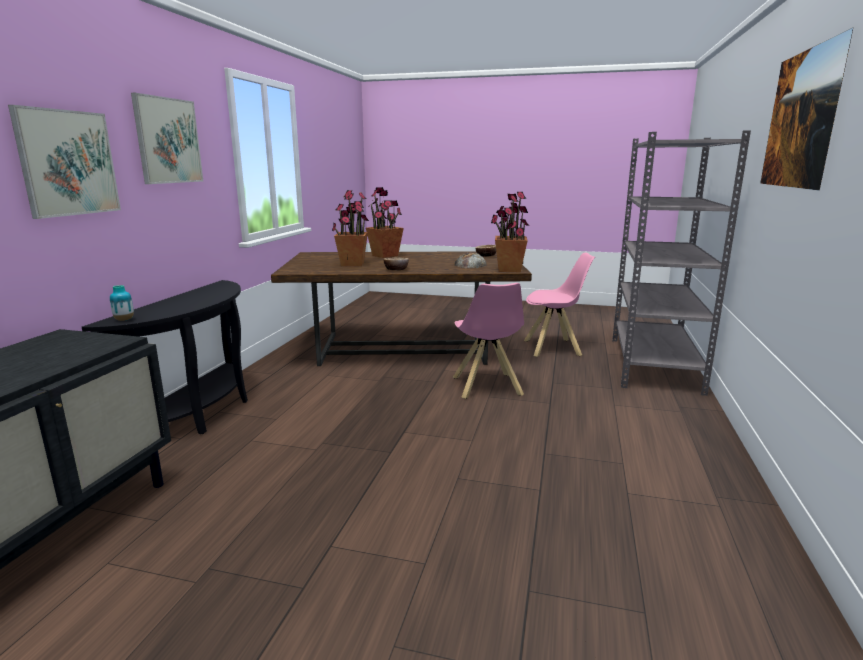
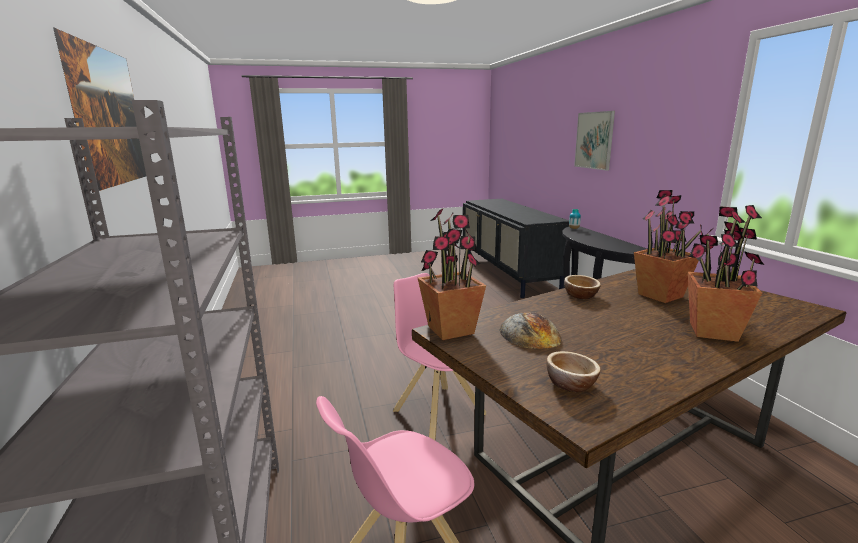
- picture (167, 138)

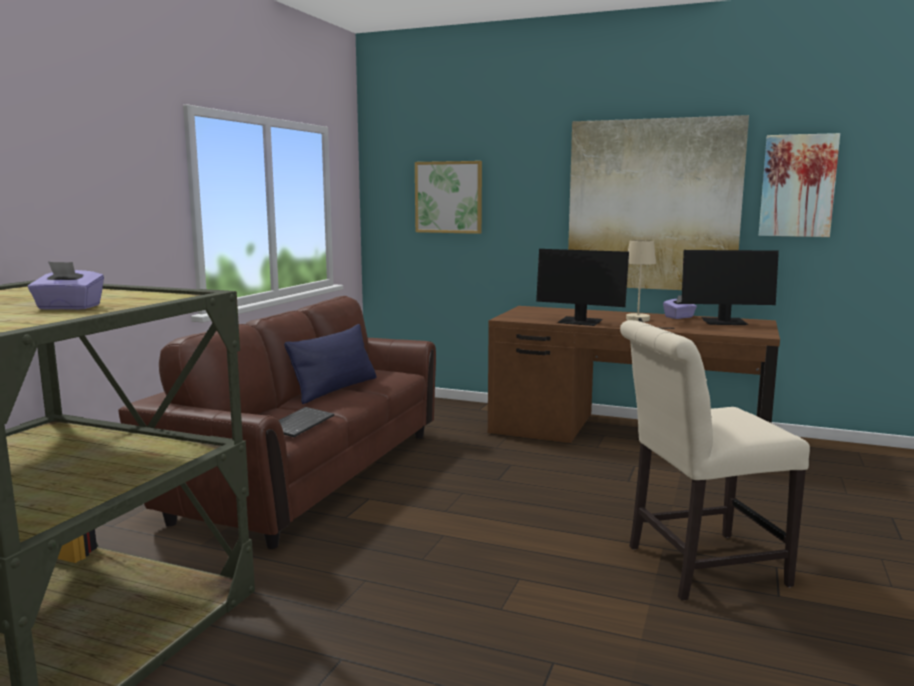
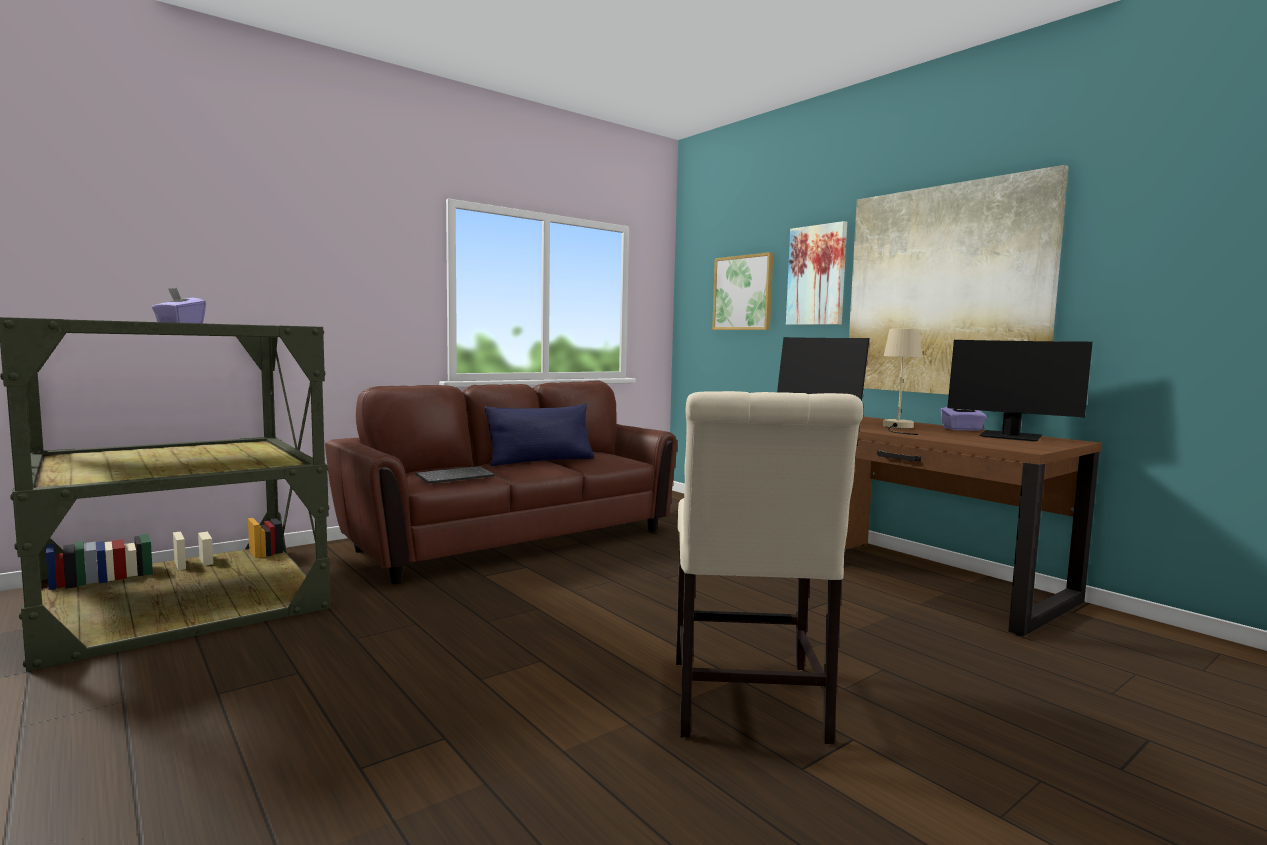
~ chair (beige) (715, 460) = (769, 567) 105 degrees counterclockwise
~ picture (799, 185) to (816, 273)

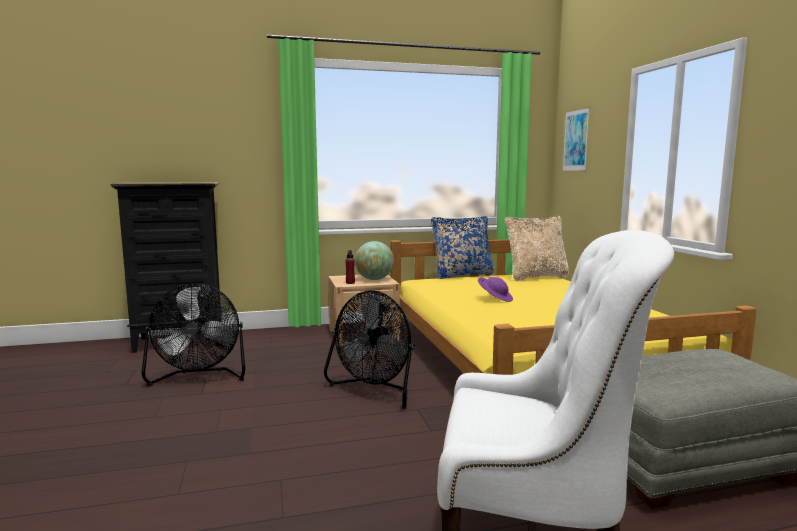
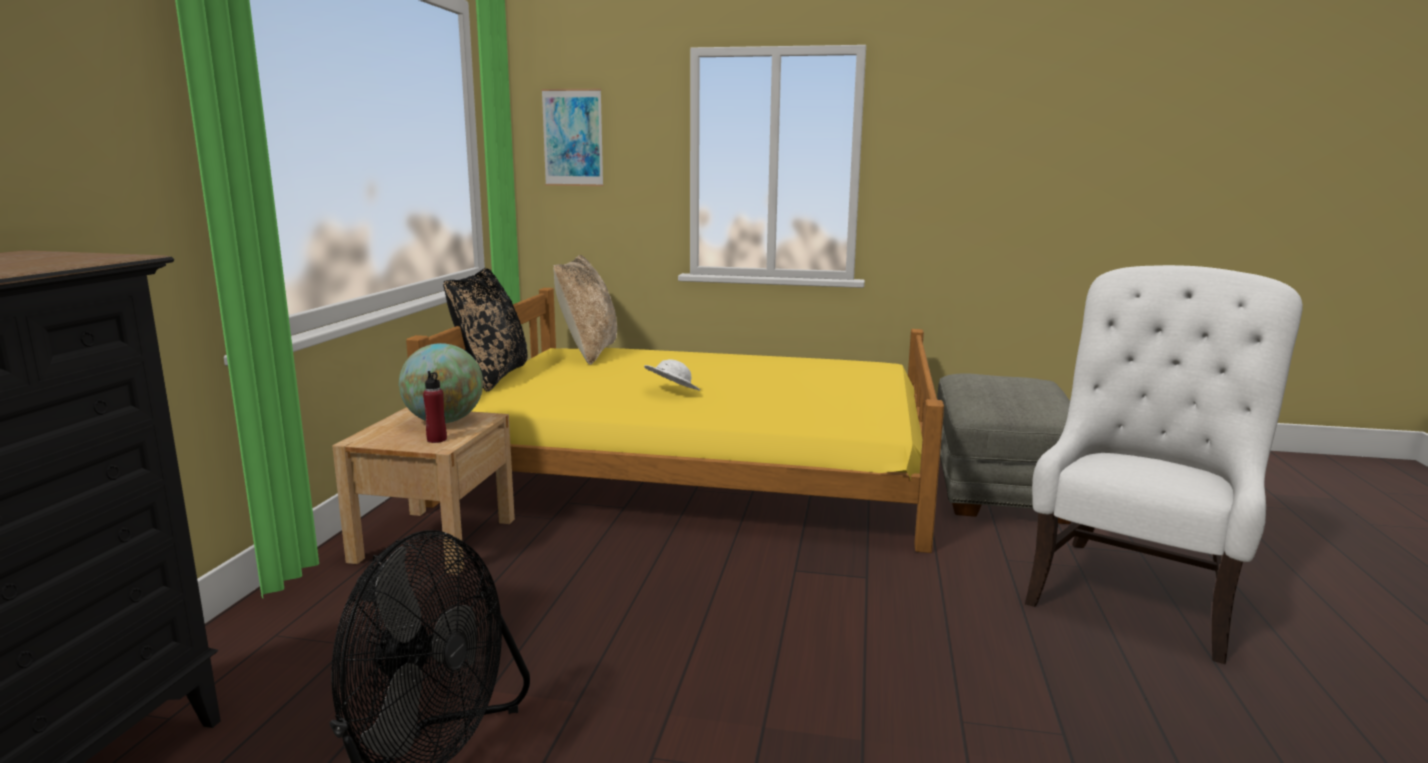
~ pillow (blue) (462, 247) to pillow (black) (485, 330)
~ hat (purple) (495, 289) to hat (white) (672, 375)
- fan (black) (369, 350)

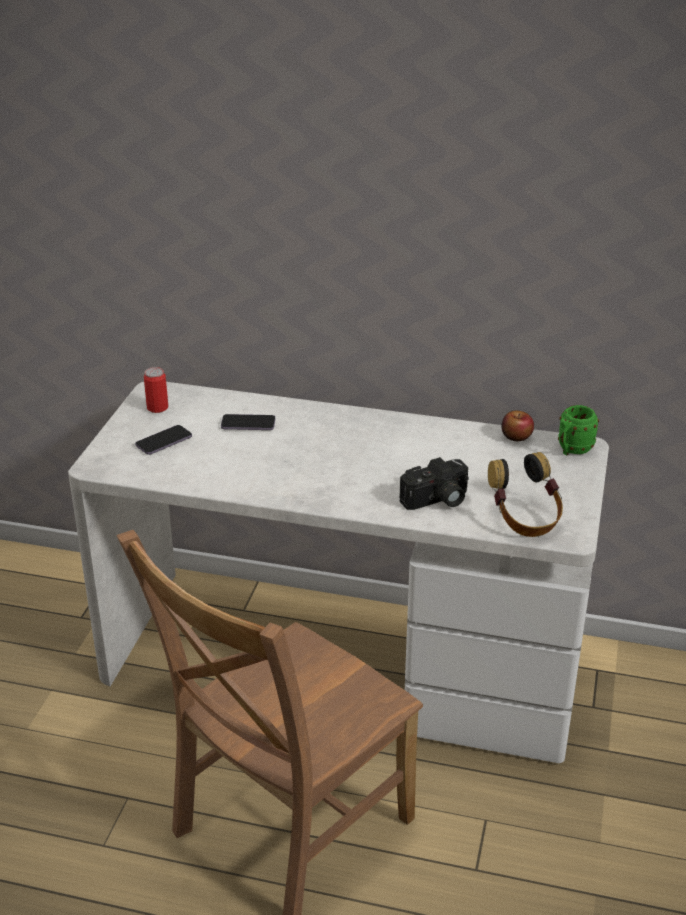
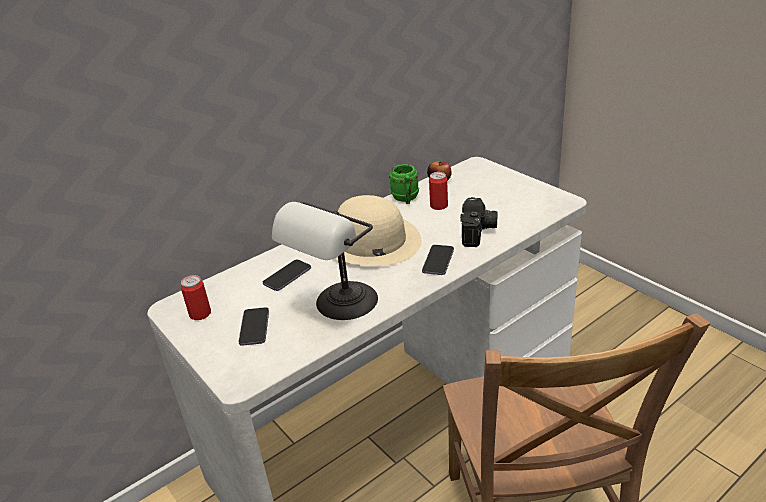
+ table lamp (325, 261)
+ hat (beige) (378, 230)
~ mug (green) (578, 430) to (404, 184)
+ phone (438, 260)
+ can (438, 191)
- headphones (525, 494)

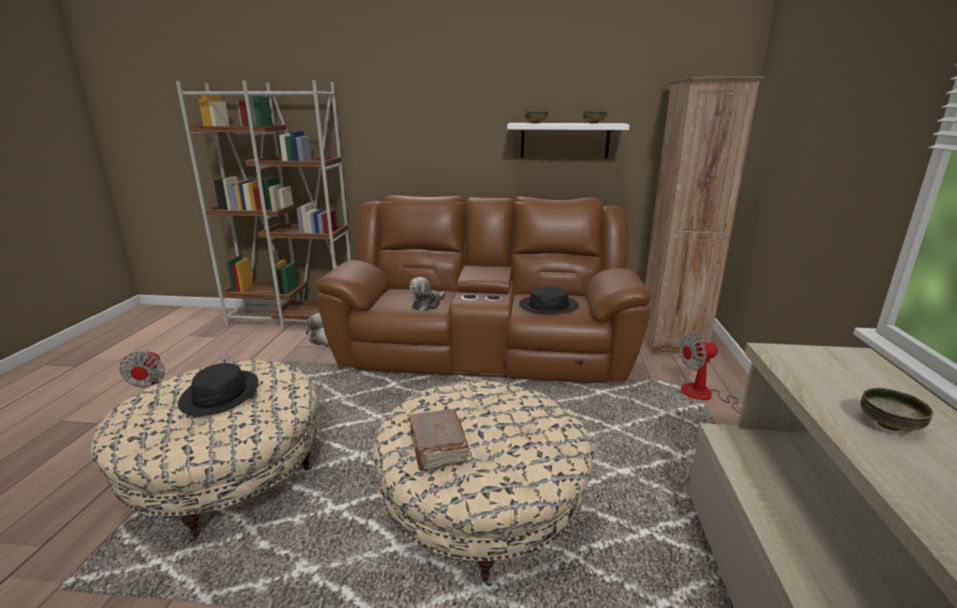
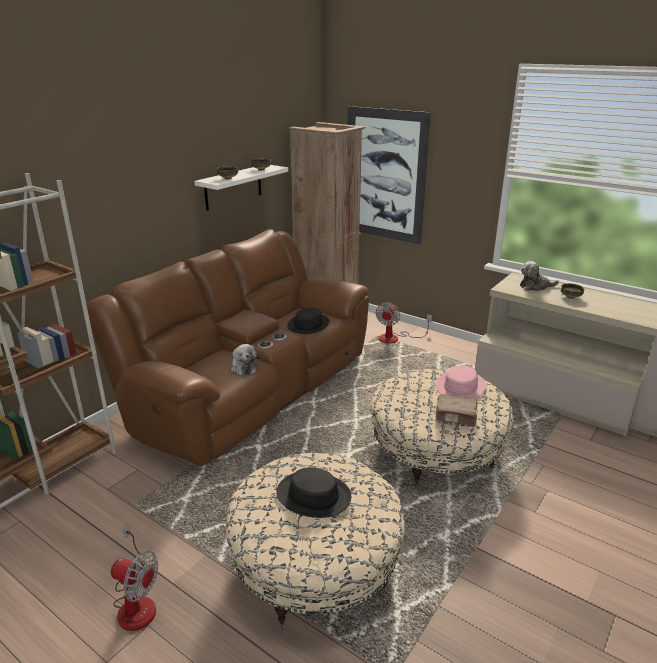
+ picture (389, 175)
+ hat (pink) (461, 382)
~ plush toy (318, 330) to (539, 276)

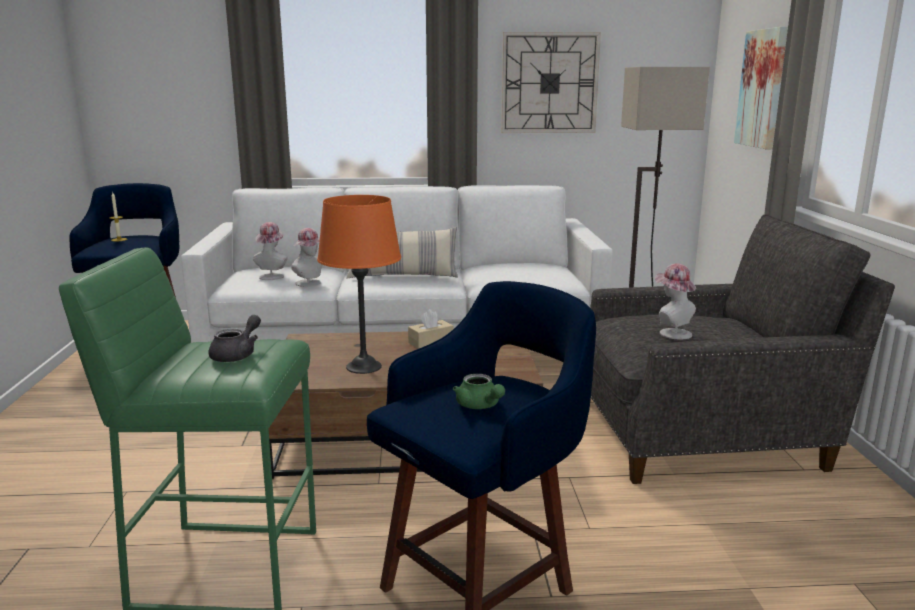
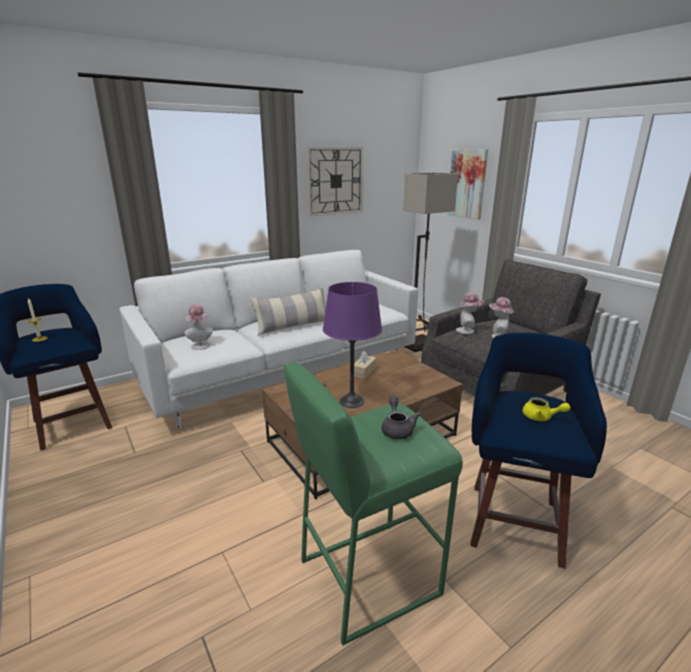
~ table lamp (orange) (359, 284) to table lamp (purple) (352, 345)
~ hat (306, 257) to (470, 313)
~ teapot (green) (479, 391) to teapot (yellow) (546, 409)

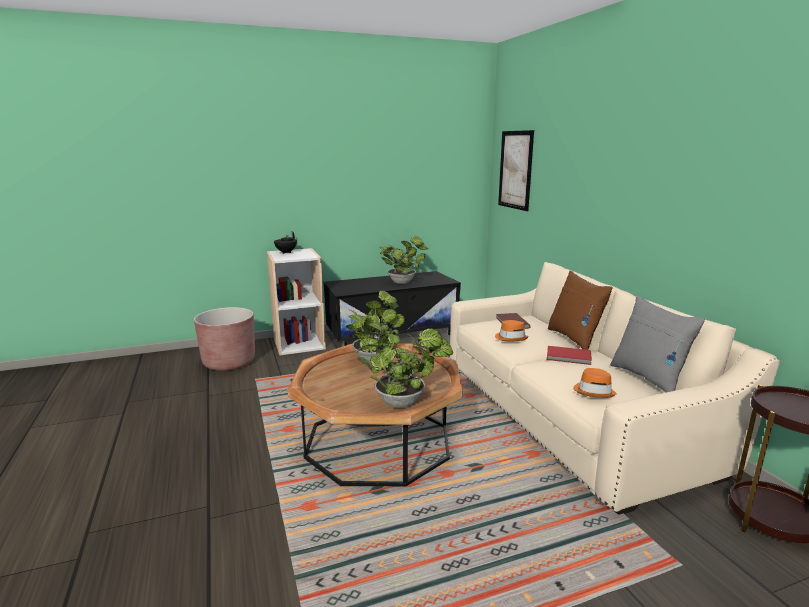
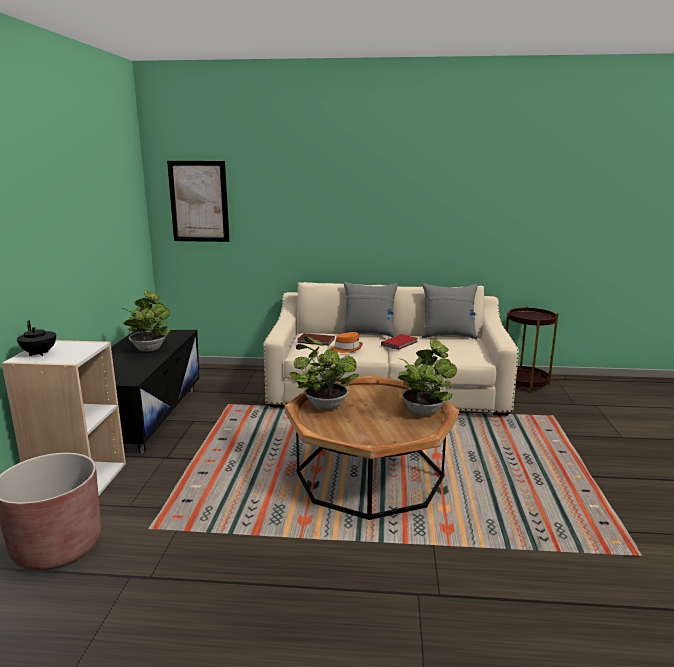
~ pillow (brown) (580, 310) to pillow (grey) (370, 310)
- hat (orange) (595, 383)

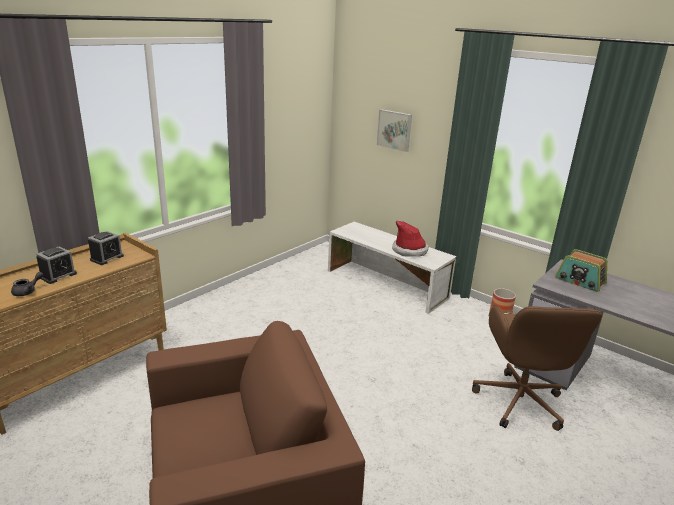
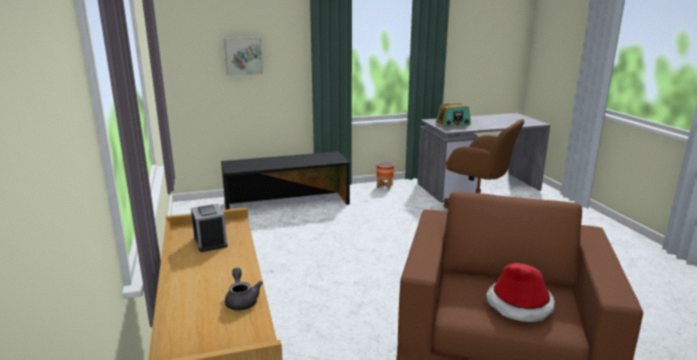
~ bench (white) (392, 268) to bench (black) (285, 180)
~ hat (410, 239) to (520, 292)
- alarm clock (56, 265)

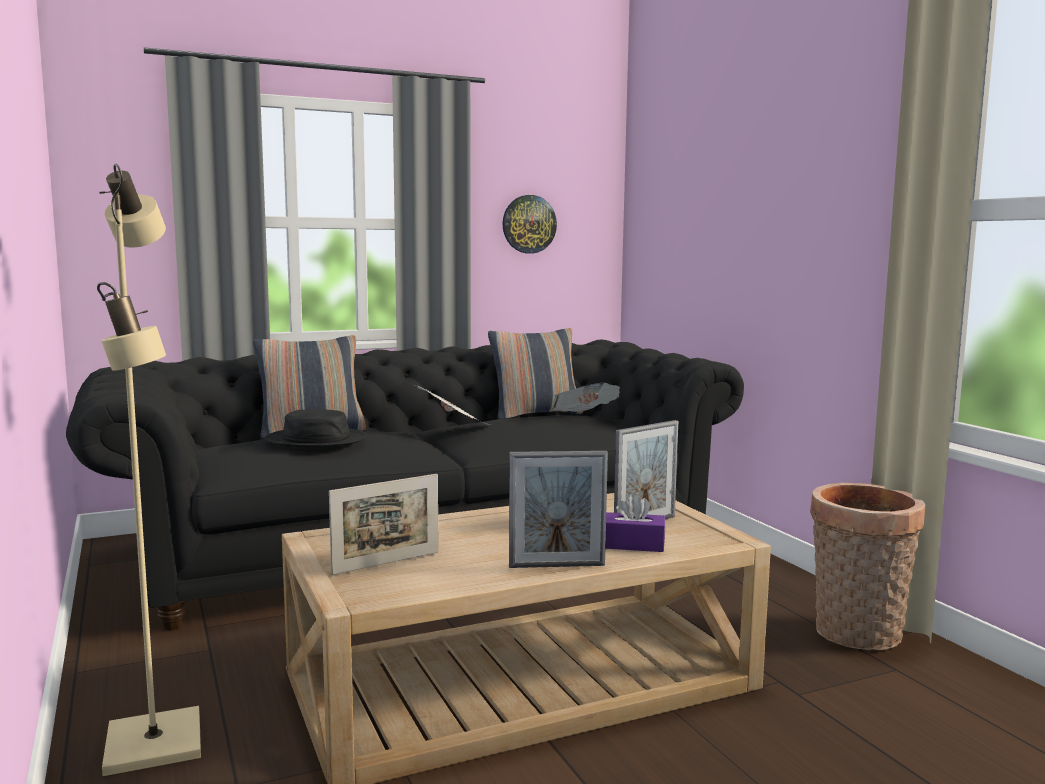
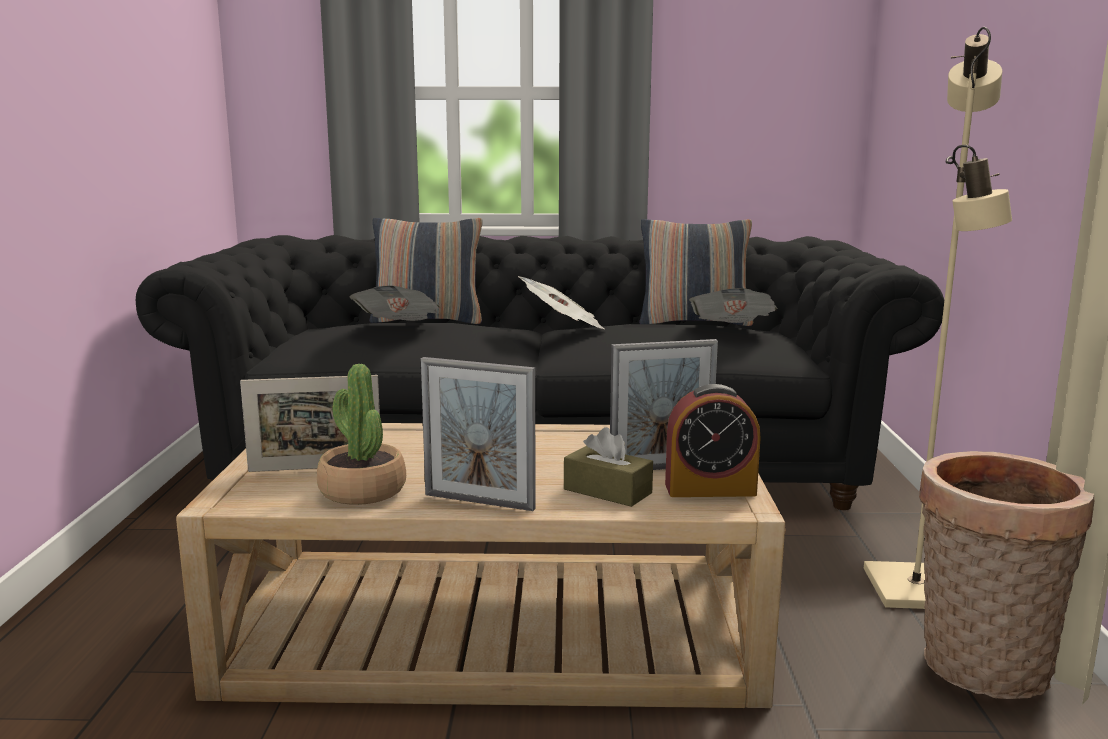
+ potted plant (361, 434)
~ hat (black) (316, 428) to newspaper (394, 303)
~ tissue box (purple) (635, 523) to tissue box (brown) (608, 467)
+ alarm clock (712, 440)
~ floor lamp (beige) (149, 470) to (938, 318)
- wall clock (530, 224)

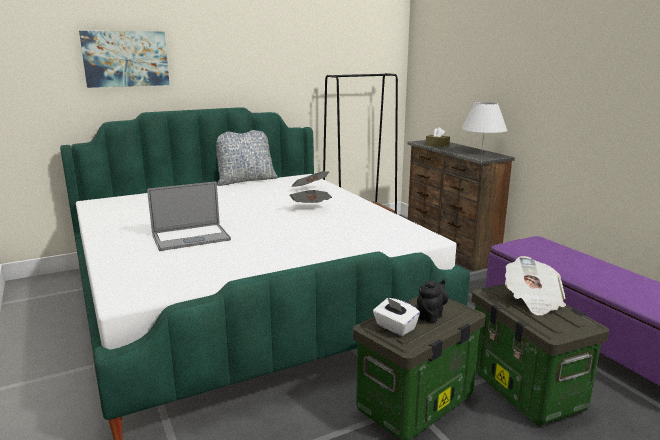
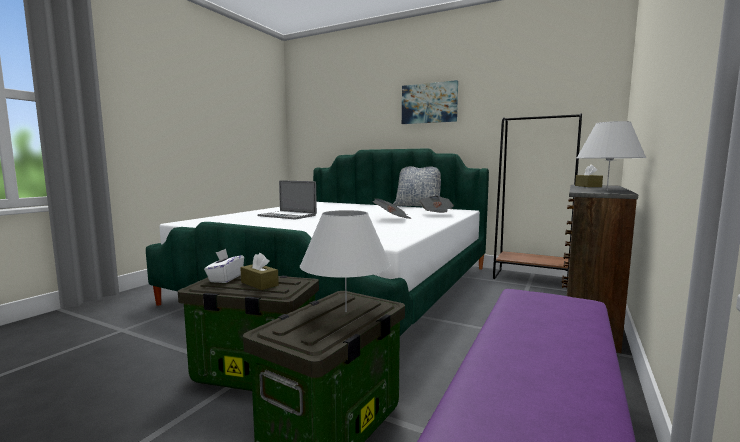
~ teapot (black) (432, 300) to tissue box (brown) (259, 271)
~ newspaper (535, 286) to table lamp (white) (345, 261)
~ picture (124, 59) to (430, 102)

